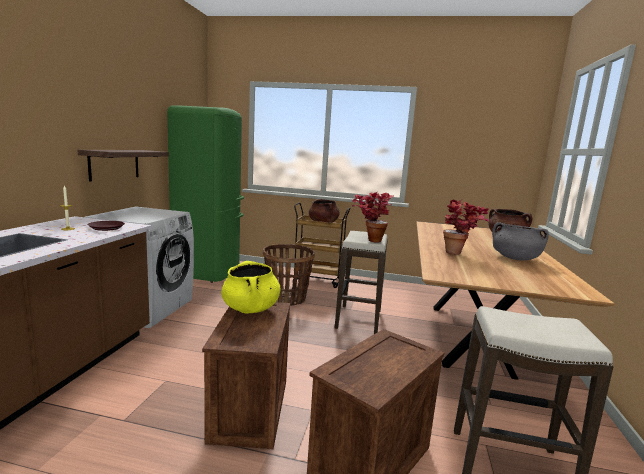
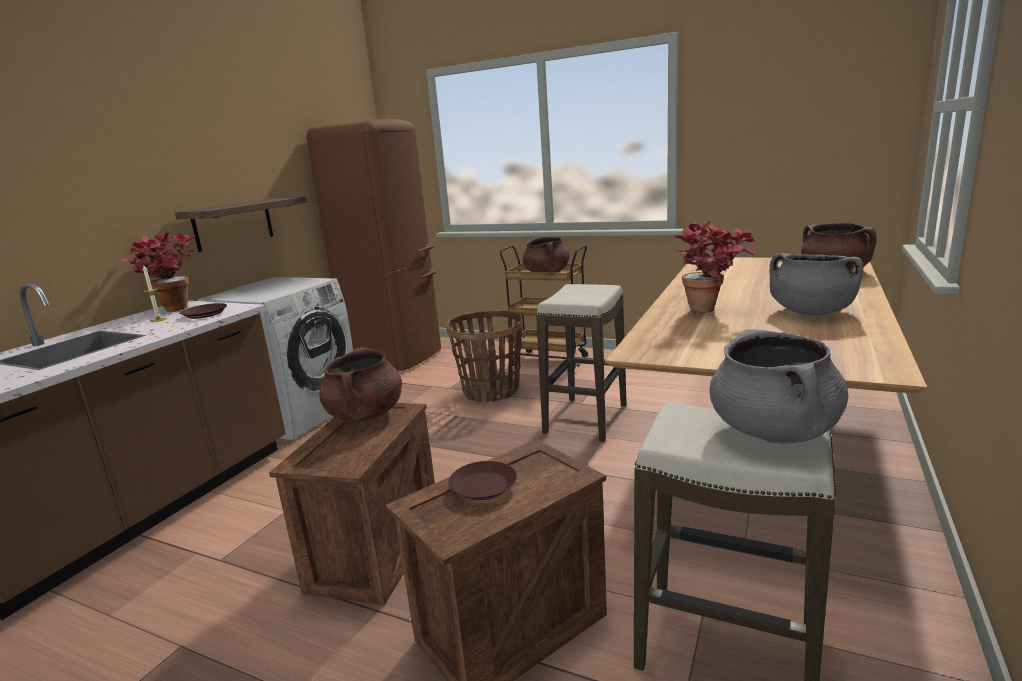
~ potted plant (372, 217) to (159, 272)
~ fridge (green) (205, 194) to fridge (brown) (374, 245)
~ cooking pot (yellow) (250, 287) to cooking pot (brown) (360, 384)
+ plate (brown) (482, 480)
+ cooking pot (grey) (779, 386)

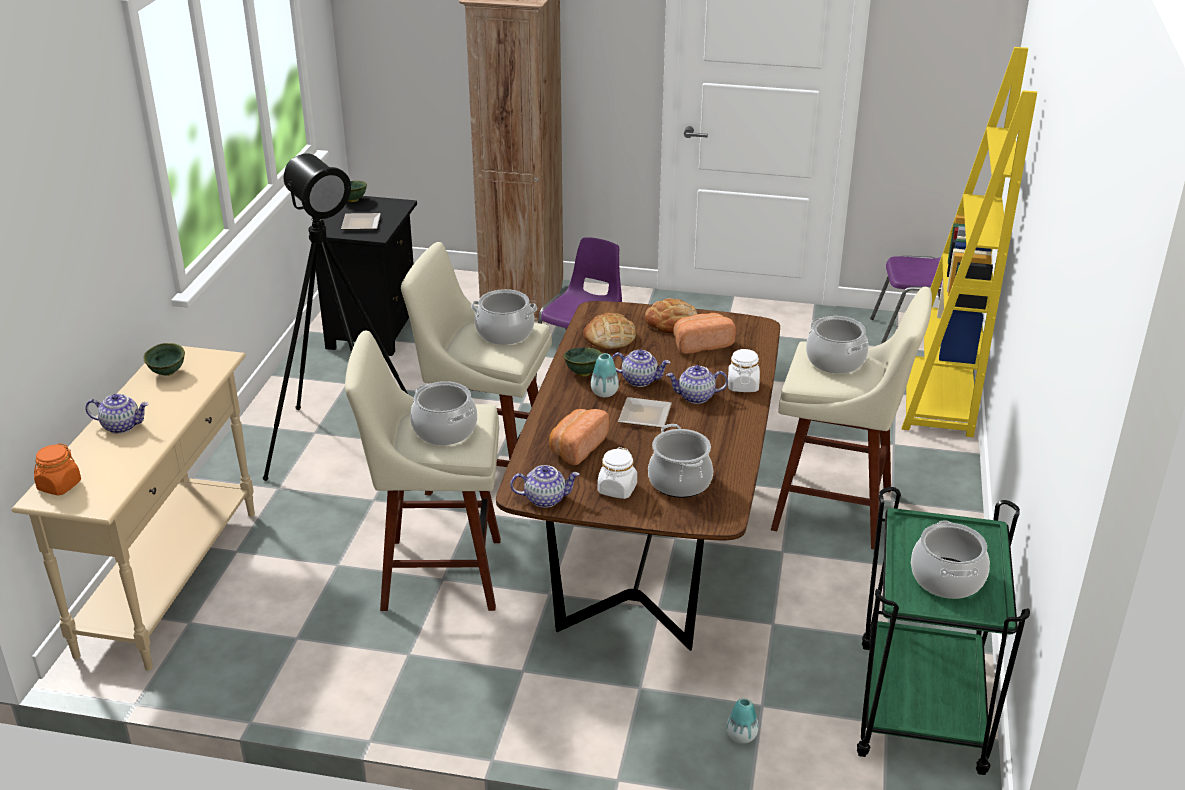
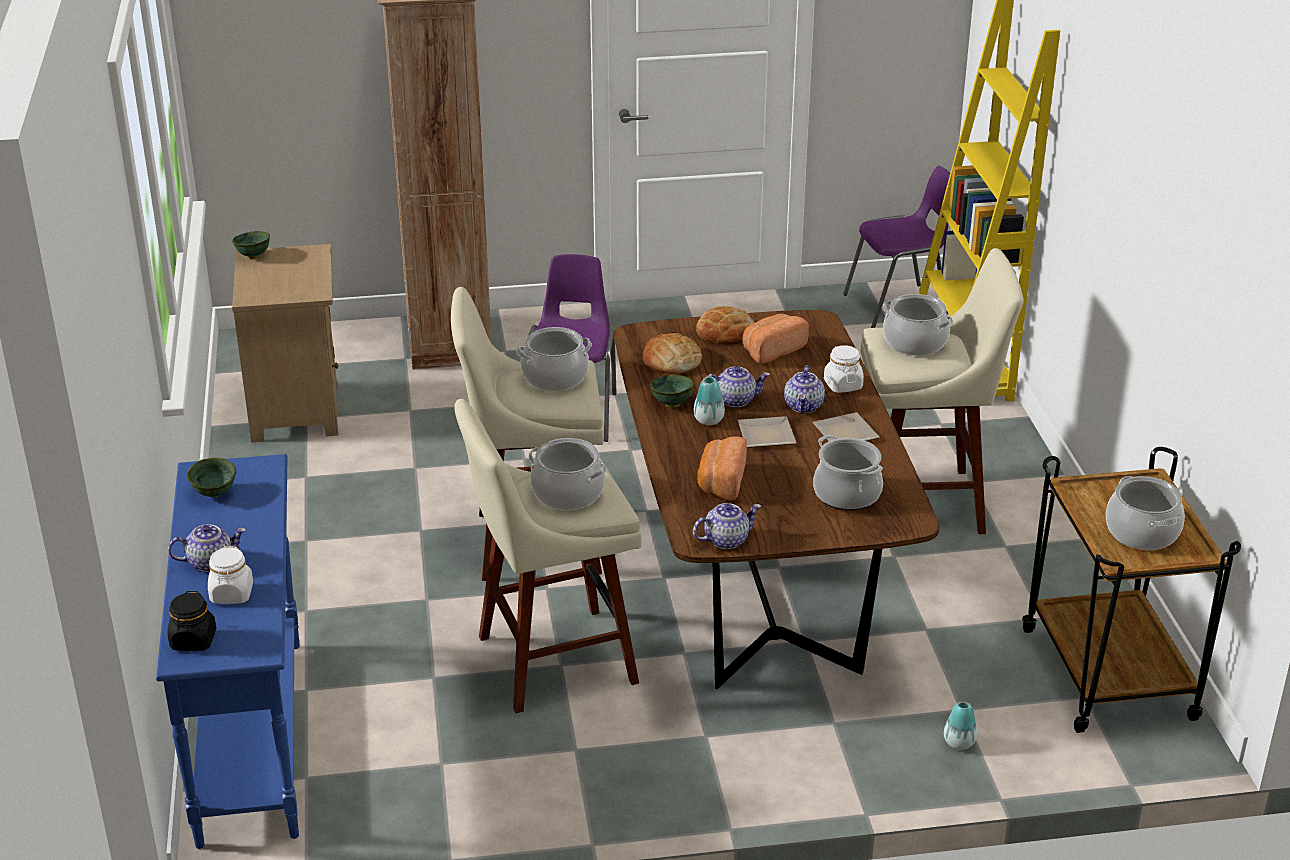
~ console table (beige) (133, 508) to console table (blue) (228, 651)
~ jar (orange) (57, 469) to jar (black) (192, 621)
~ jar (white) (617, 473) to (230, 575)
~ nightstand (black) (363, 276) to nightstand (beige) (285, 343)
~ teapot (697, 384) = (804, 389) 60 degrees counterclockwise
~ plate (361, 221) to (846, 426)
~ cart (green) (943, 631) to cart (brown) (1131, 590)
- floor lamp (black) (335, 317)

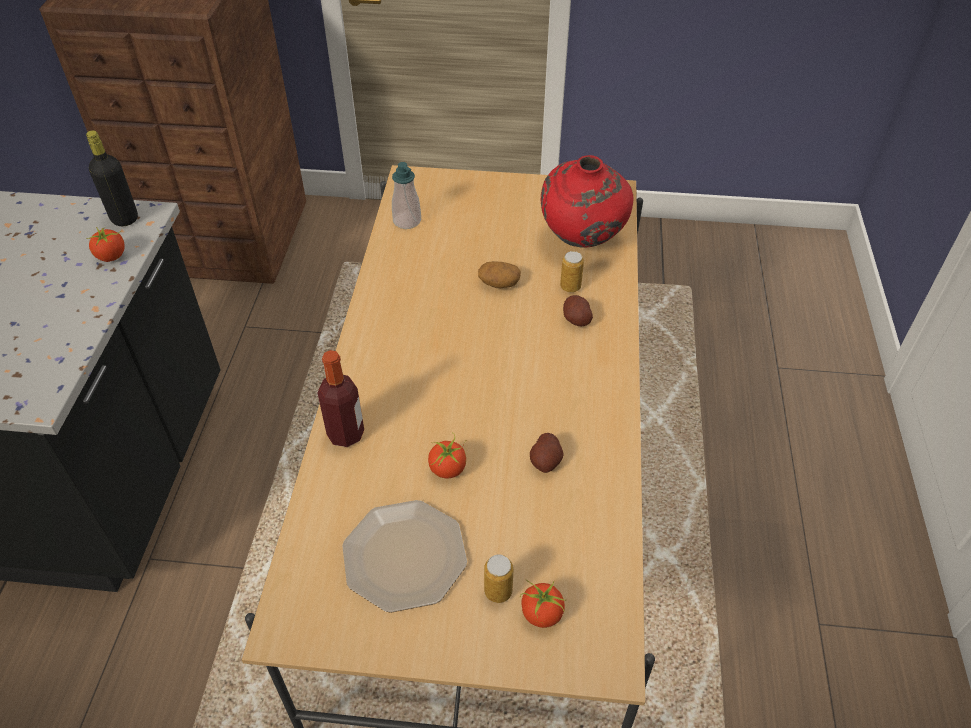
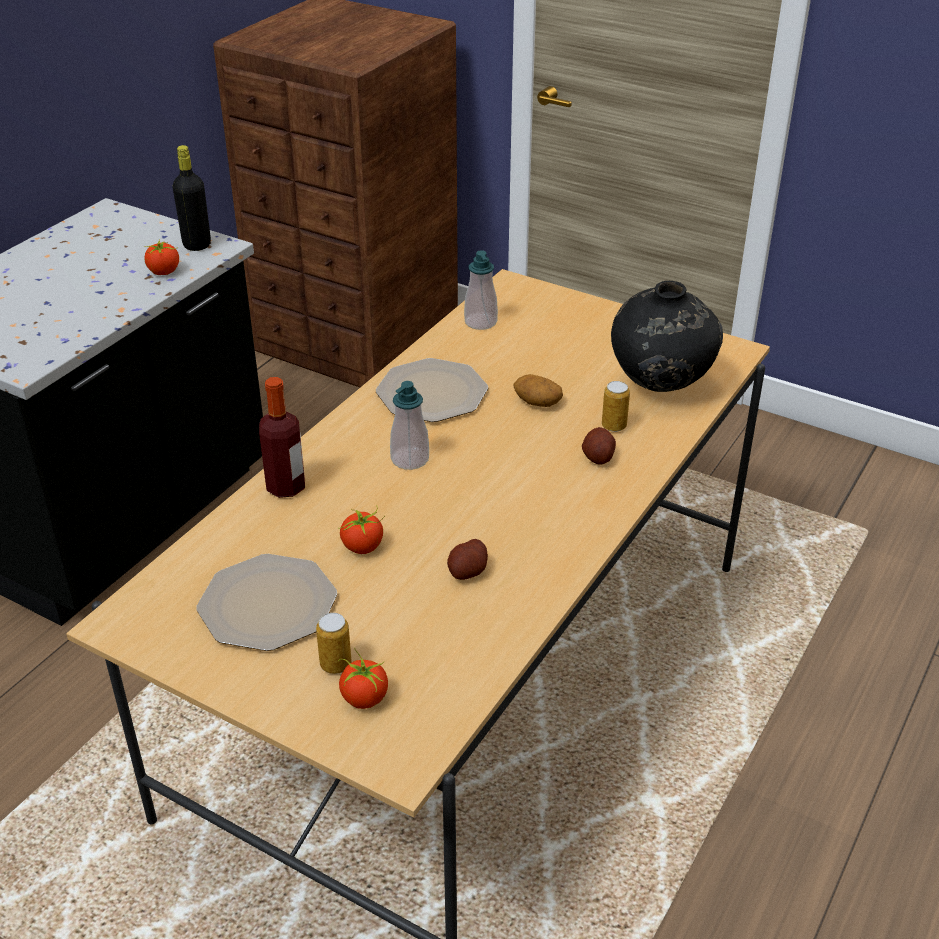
+ plate (432, 390)
+ soap dispenser (409, 425)
~ vase (red) (587, 201) to vase (black) (667, 336)

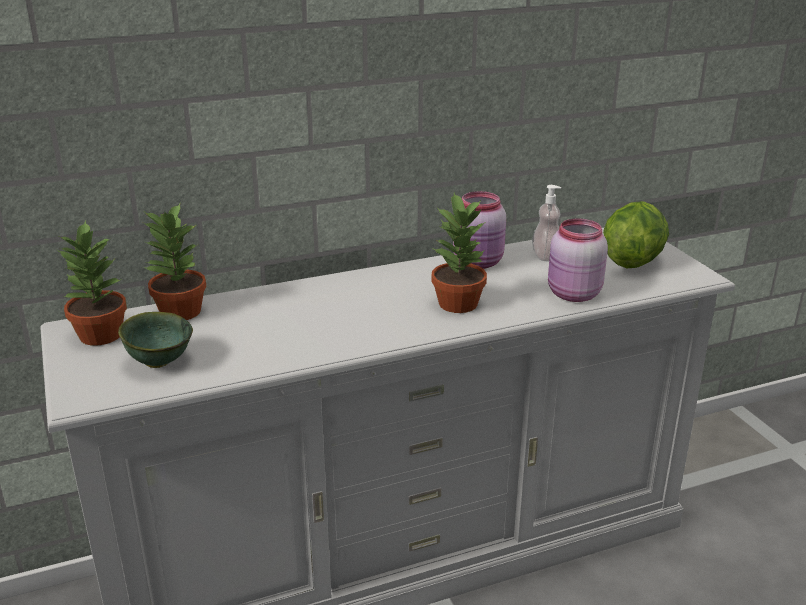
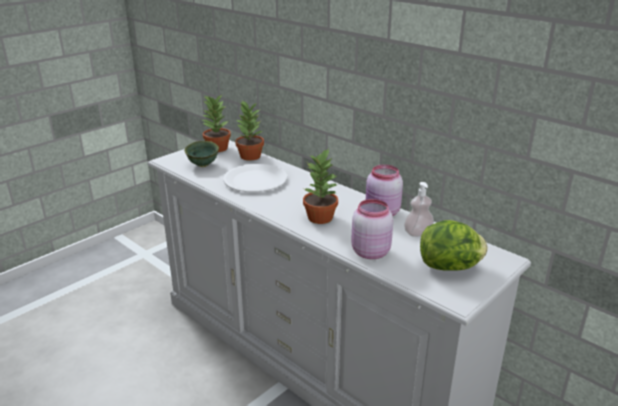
+ plate (white) (255, 178)

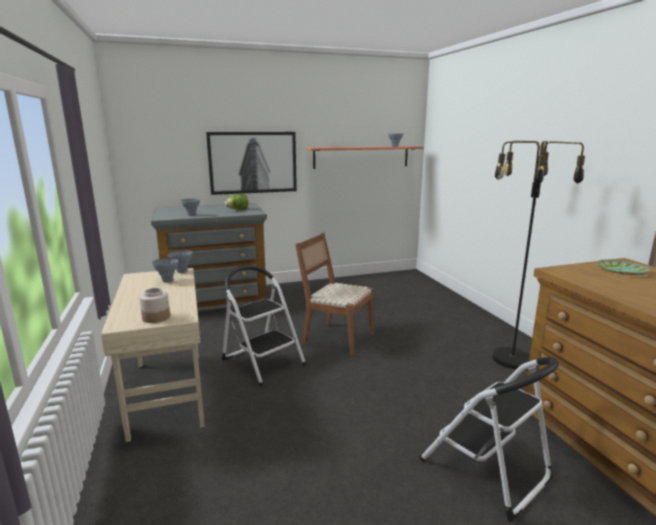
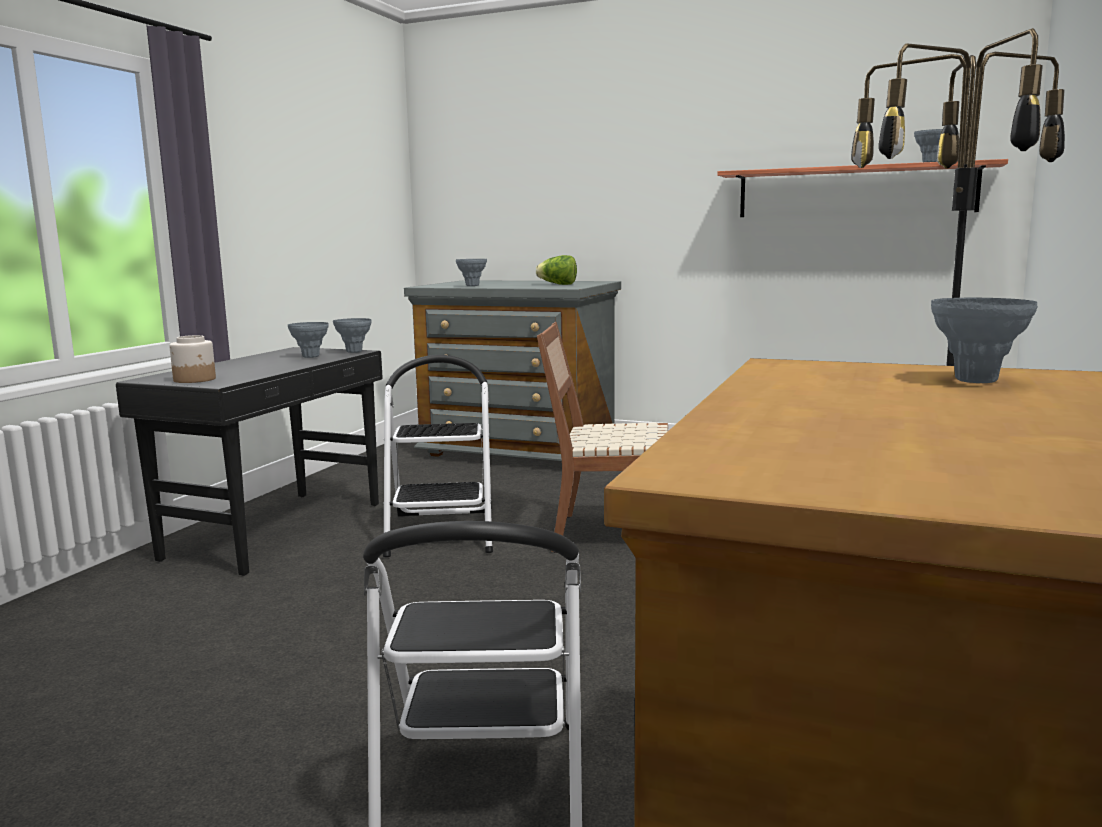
~ console table (beige) (153, 355) to console table (black) (249, 461)
~ chair (334, 294) = (602, 437) 60 degrees counterclockwise
~ plate (624, 267) to vase (grey) (984, 340)
- picture (251, 163)

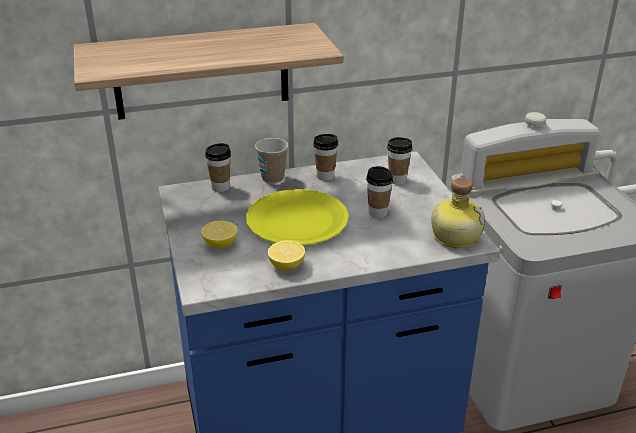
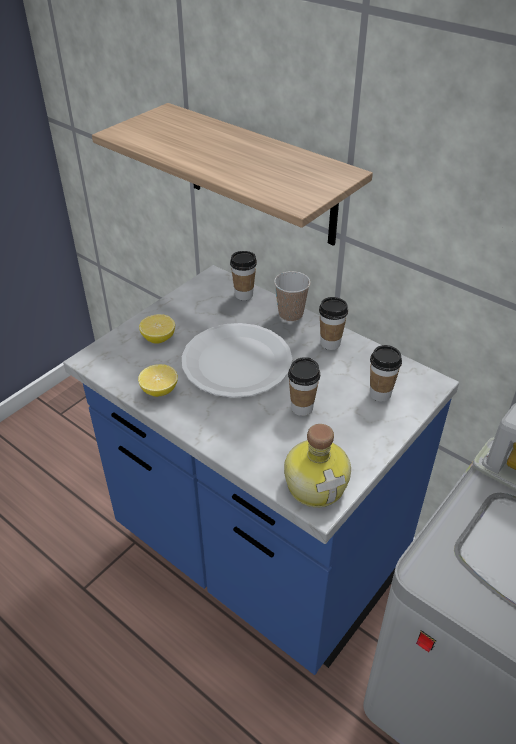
~ plate (yellow) (297, 217) to plate (white) (237, 360)

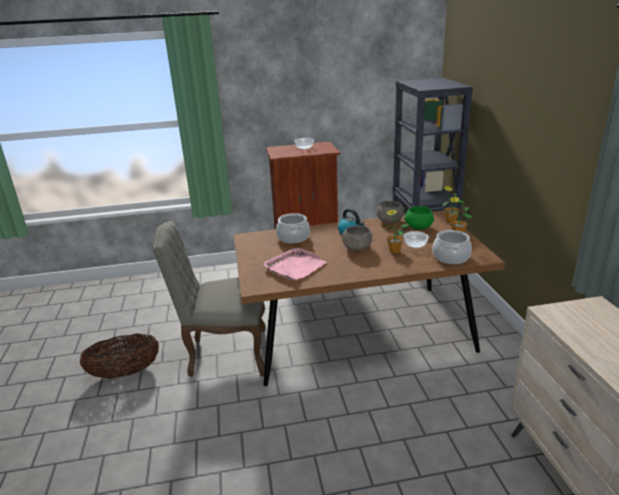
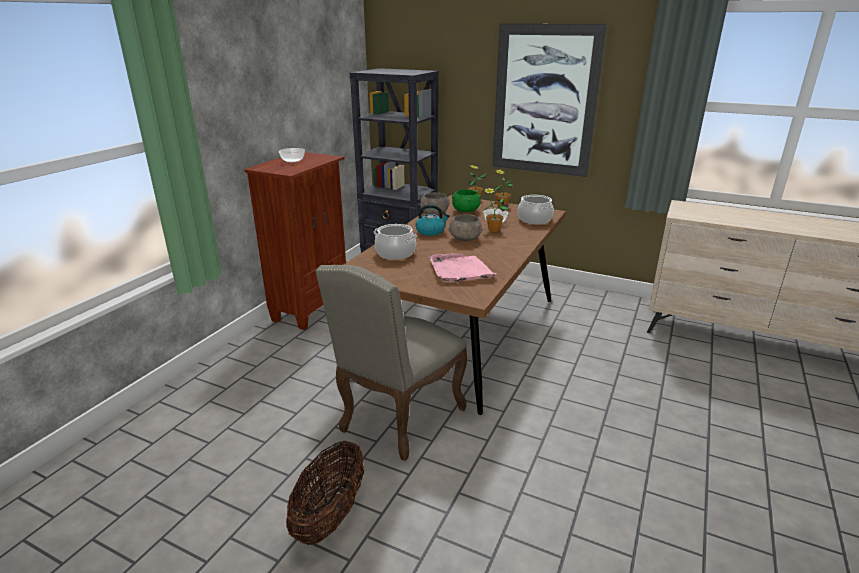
+ picture (549, 100)

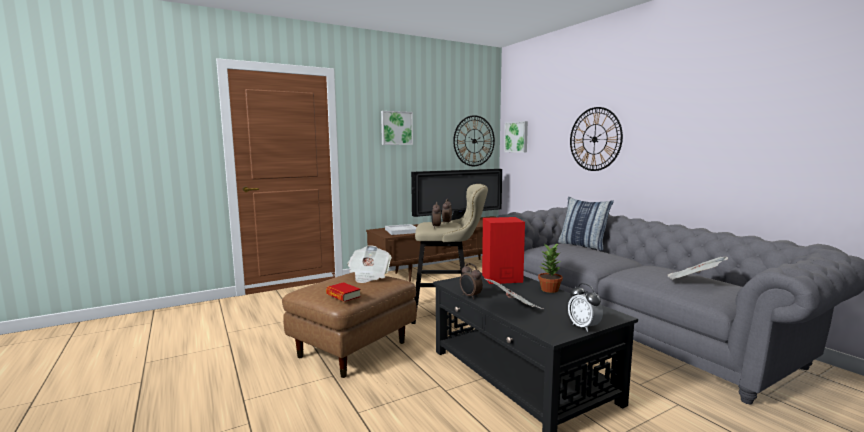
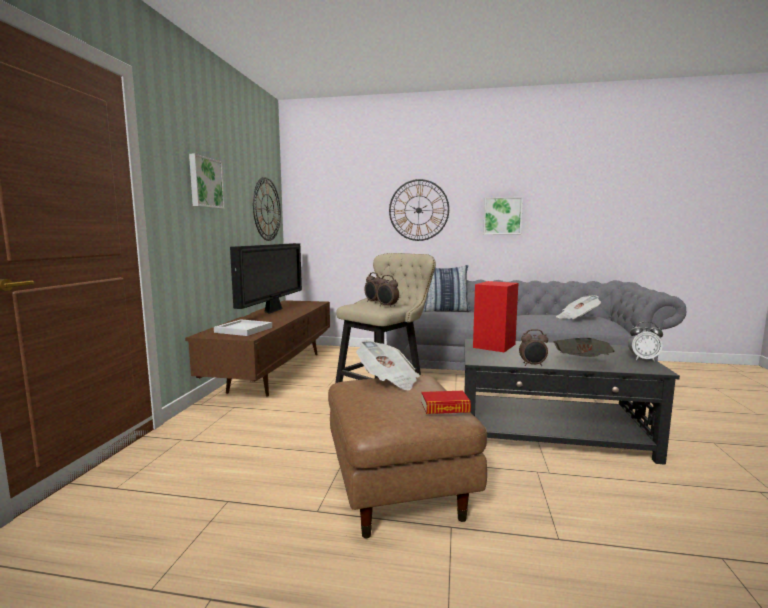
~ picture (516, 137) to (503, 215)
- potted plant (550, 268)

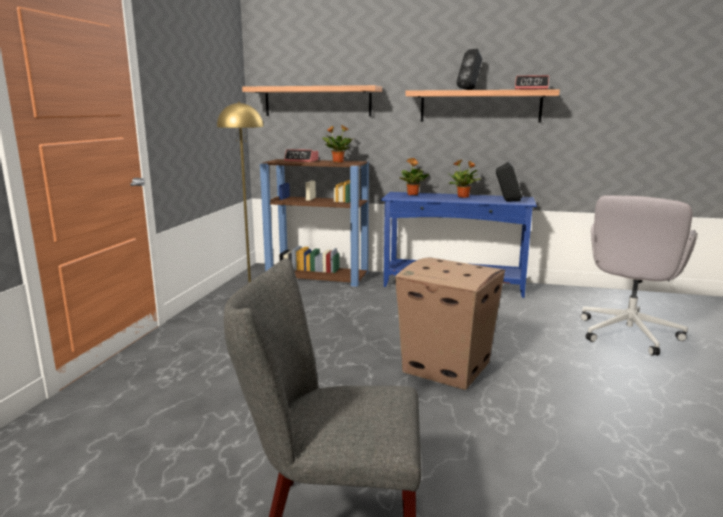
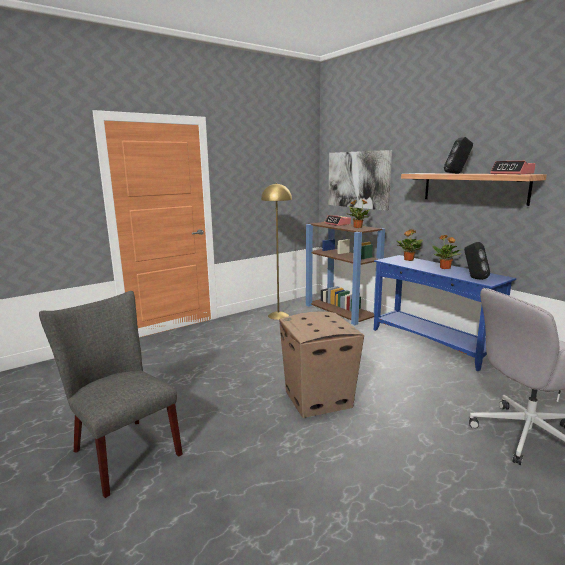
~ shelf (312, 101) to picture (360, 180)

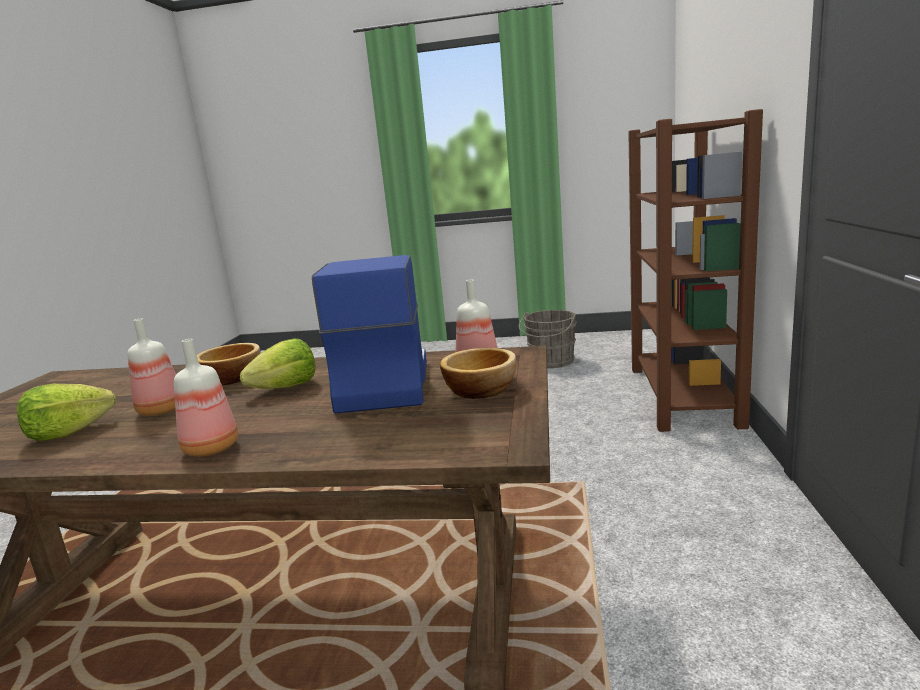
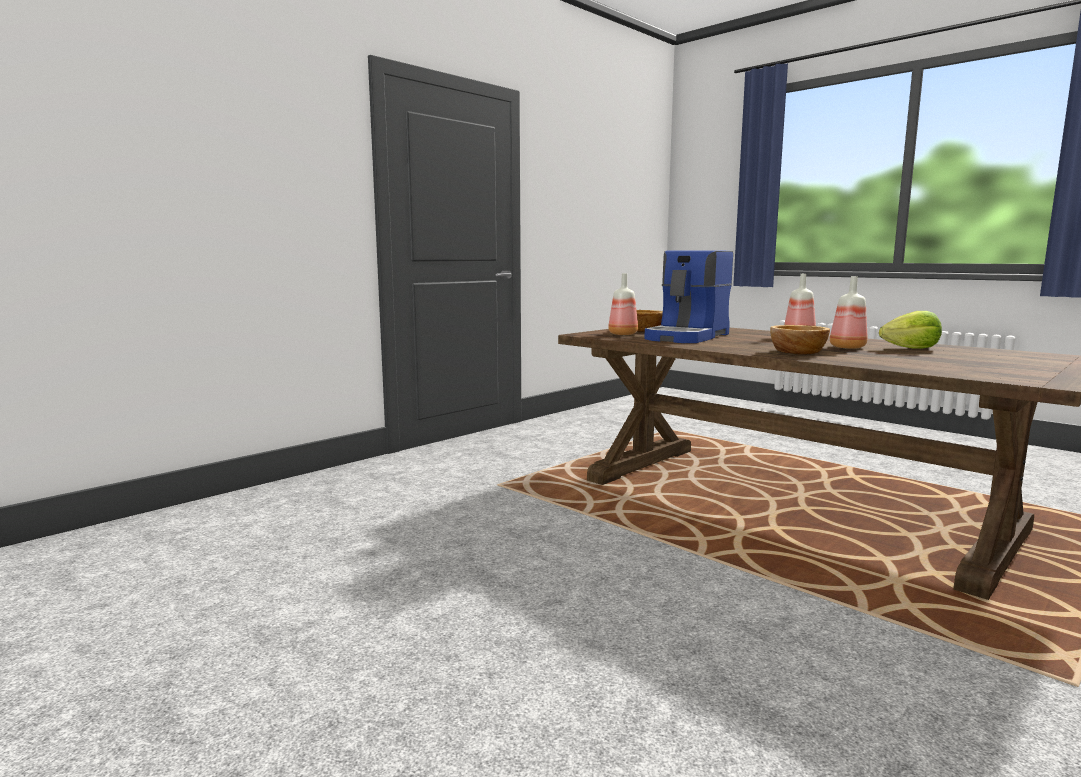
- lettuce (278, 364)
- bucket (grey) (548, 339)
- bookcase (brown) (695, 270)

